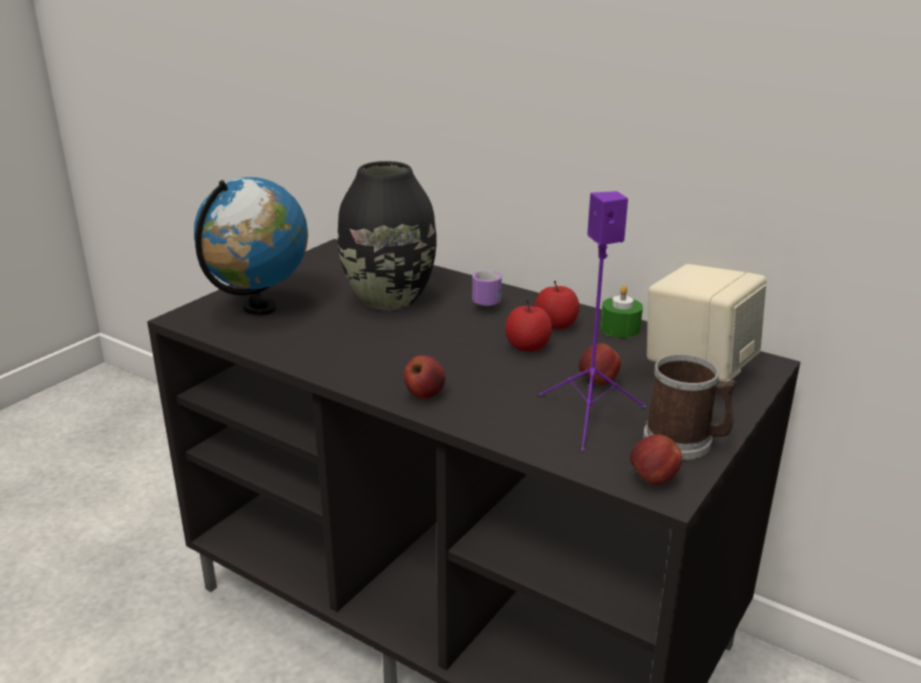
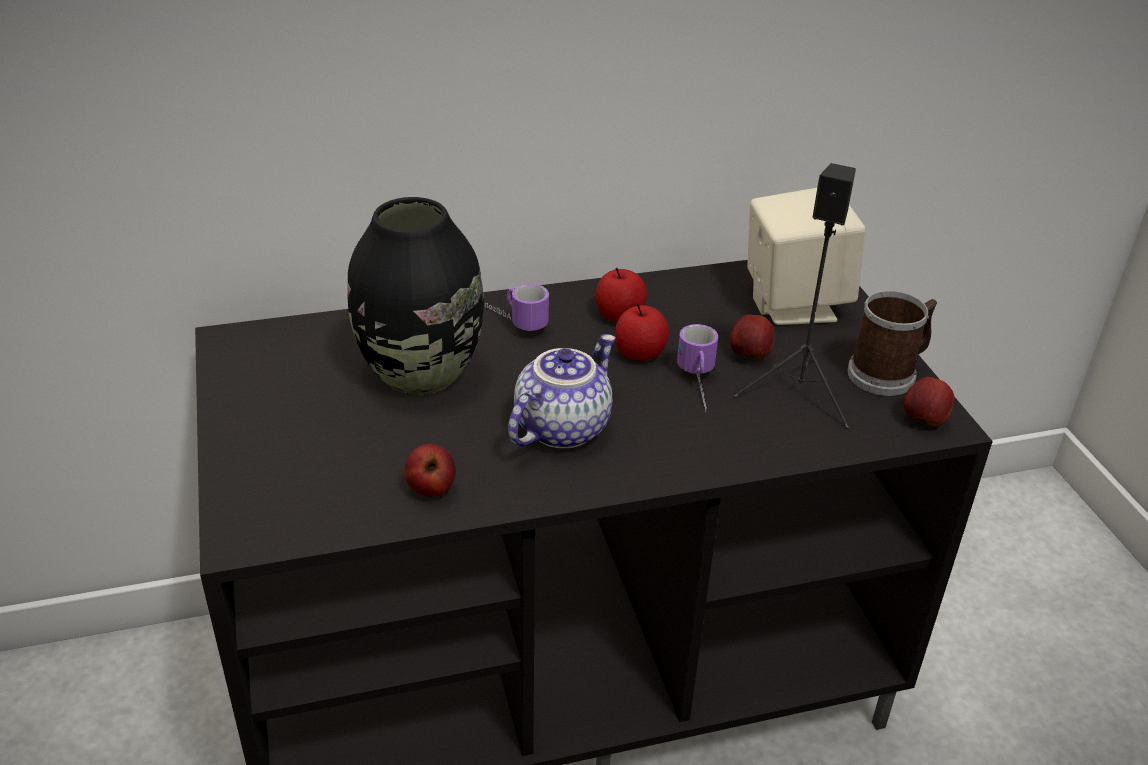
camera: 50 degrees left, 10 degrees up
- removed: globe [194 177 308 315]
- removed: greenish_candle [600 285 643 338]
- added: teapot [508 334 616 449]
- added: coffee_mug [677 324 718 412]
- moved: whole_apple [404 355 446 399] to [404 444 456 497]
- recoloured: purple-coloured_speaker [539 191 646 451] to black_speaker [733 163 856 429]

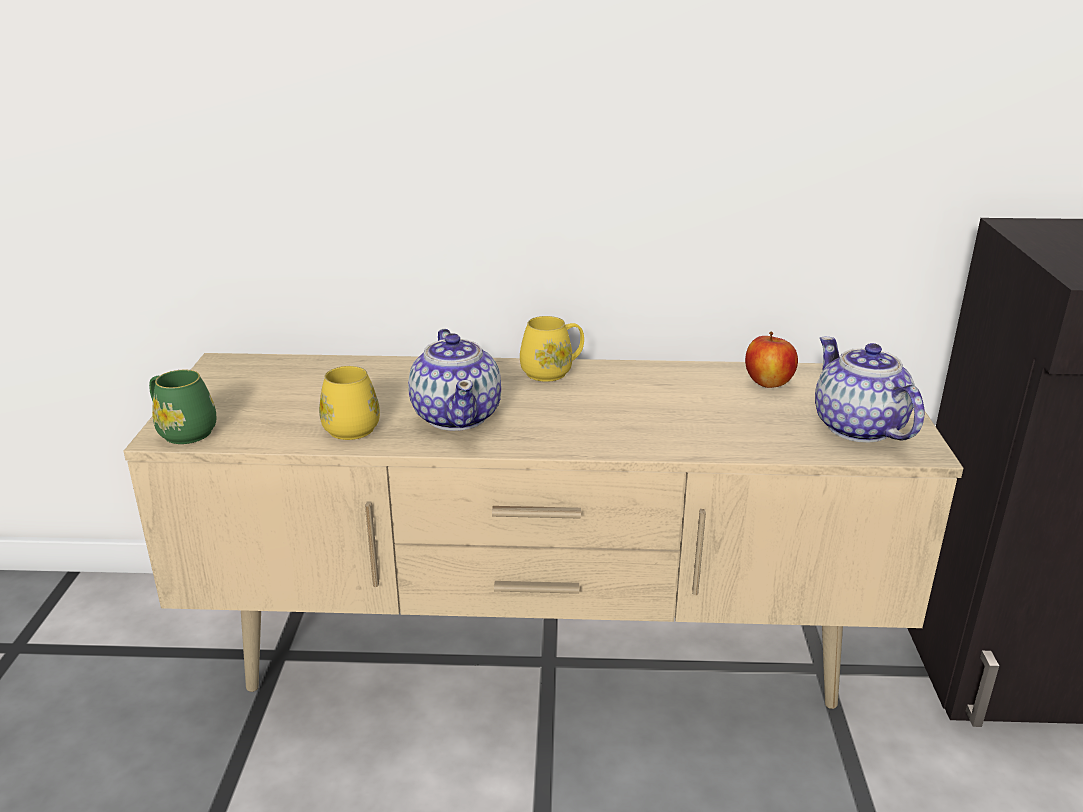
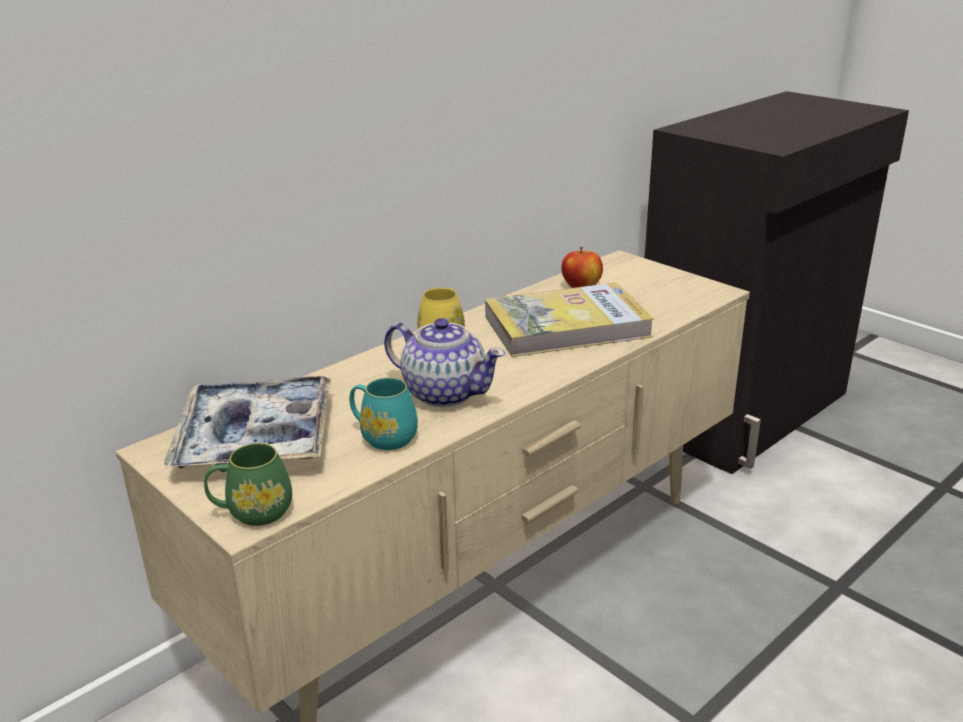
camera: 45 degrees left, 0 degrees up
- removed: teapot [815 337 925 443]
- added: carrying_tray [163 376 331 472]
- added: book [485 283 654 357]
- recoloured: yellow-coloured_coffee_mug [319 366 380 440] to turquoise_coffee_mug [349 377 418 450]

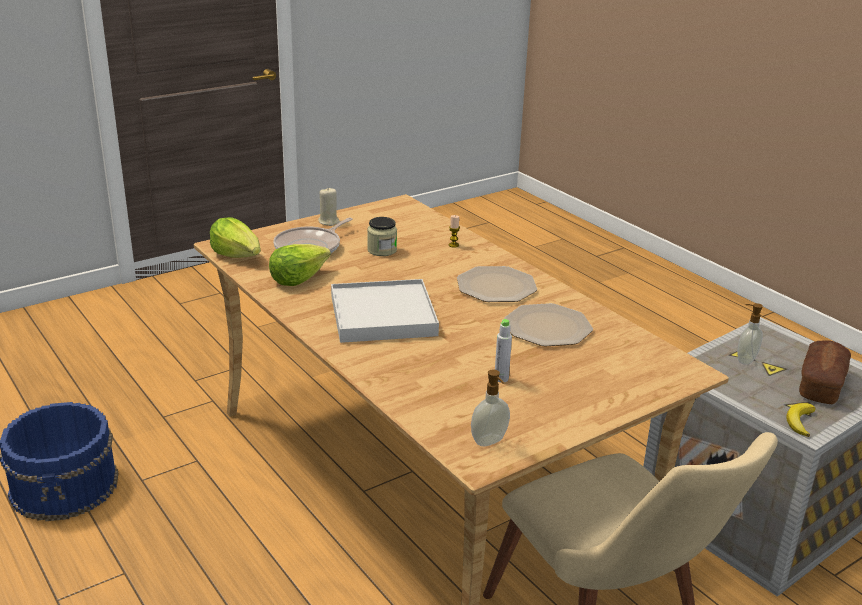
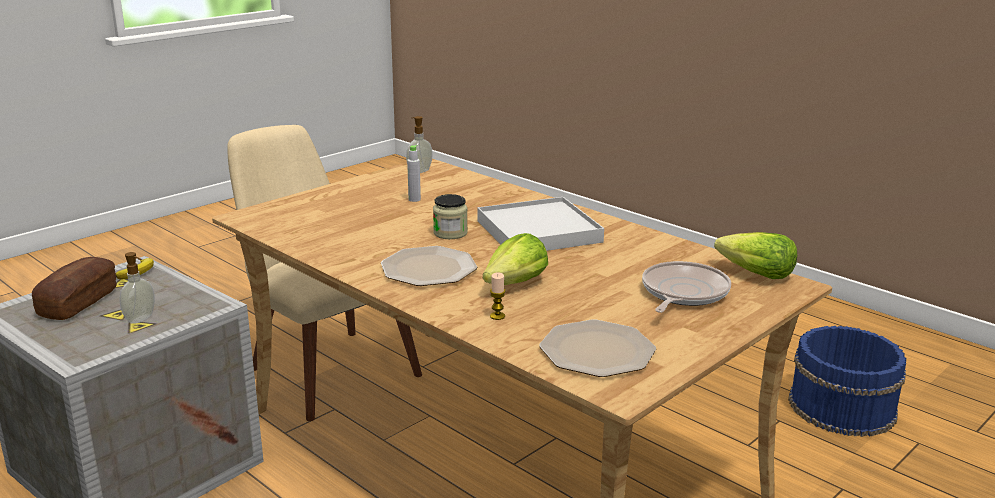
camera: 170 degrees right, 5 degrees down
- removed: beige_candle [318 187 340 226]
- moved: head_of_lettuce [269 244 331 286] to [483 233 548 285]
- moved: storage_jar [367 217 397 256] to [433 194 468 239]
- moved: plate [504 303 593 347] to [539 320 656 377]

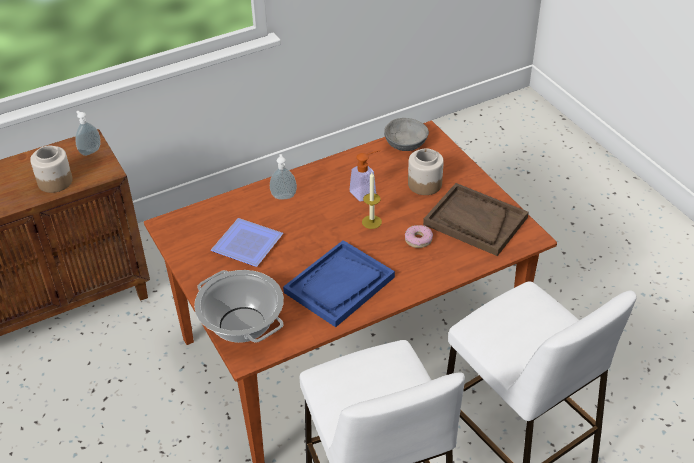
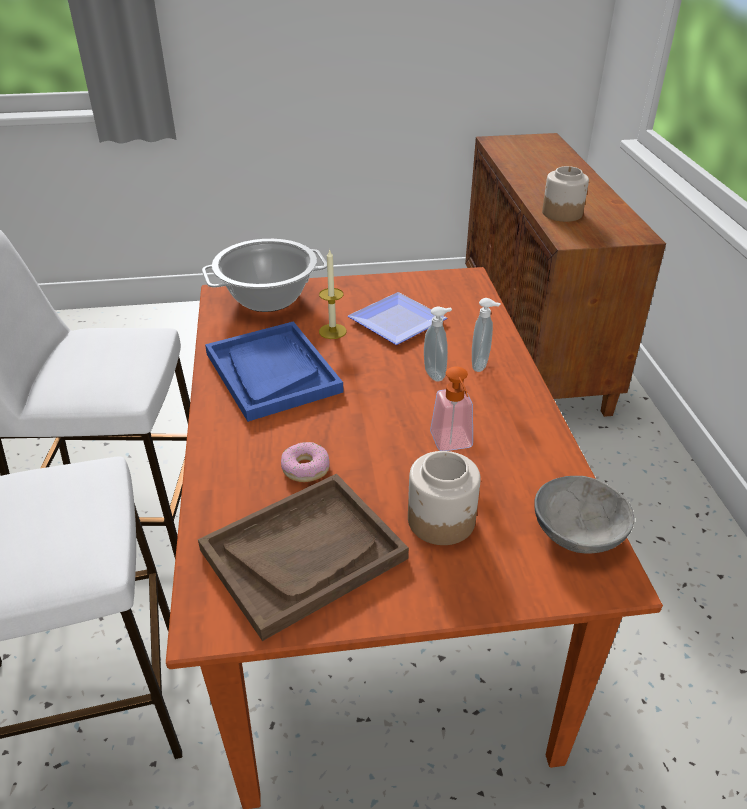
camera: 110 degrees right, 5 degrees down
- moved: soap_dispenser [75 111 100 156] to [424 306 452 382]
- moved: candle [362 173 382 229] to [319 249 347 339]

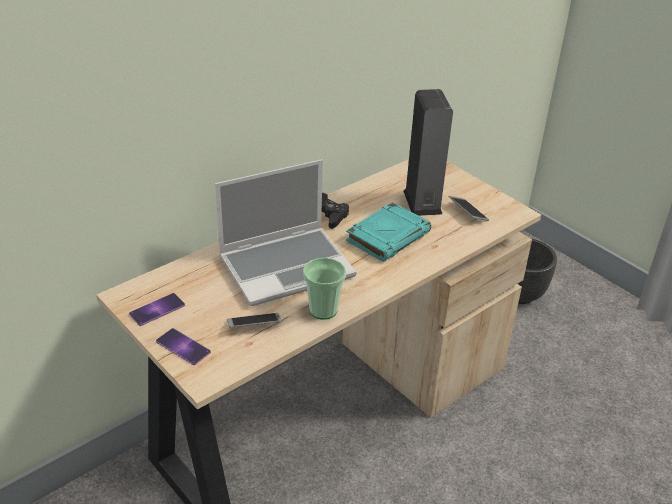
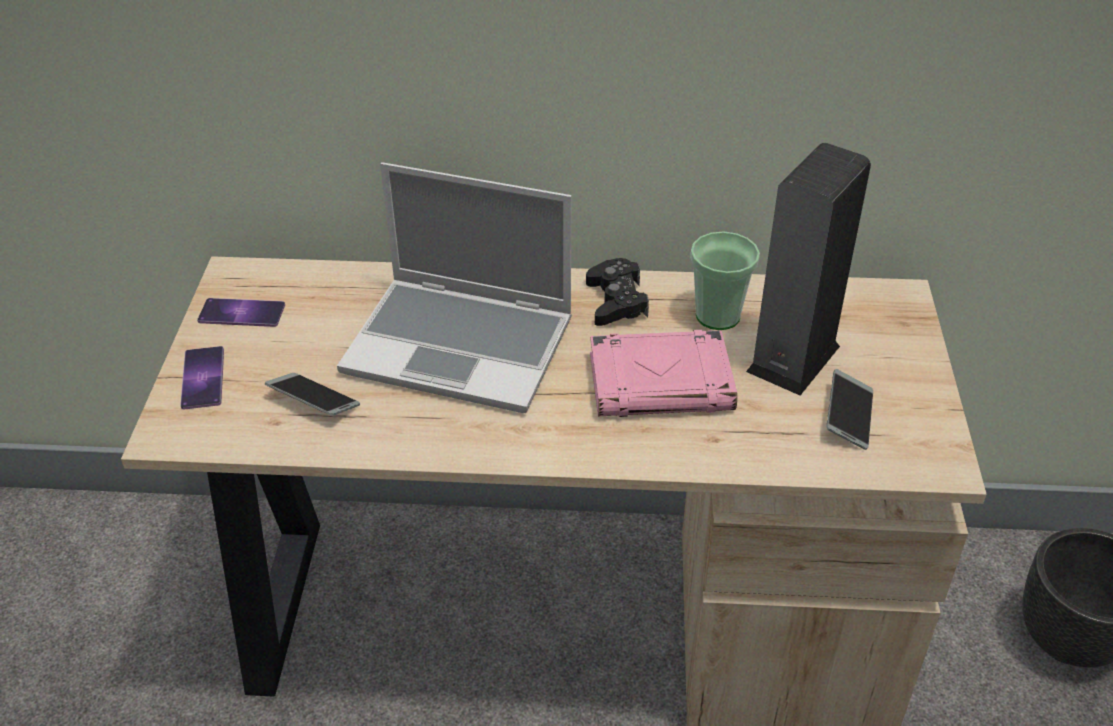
camera: 45 degrees right, 5 degrees up
- moved: cup [303 258 346 320] to [690 231 760 330]
- recoloured: turquoise_book [346 202 431 262] to pinkish_book [590 330 737 417]

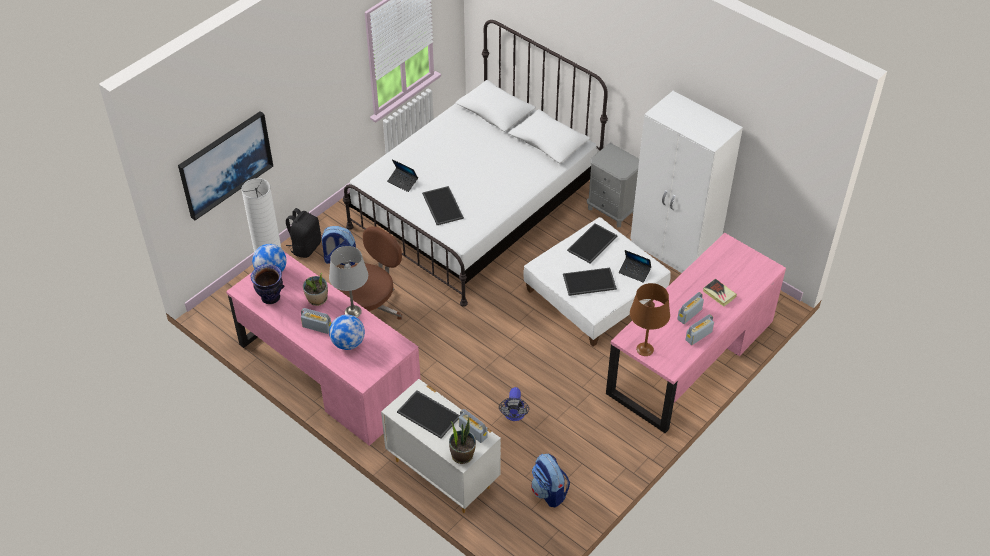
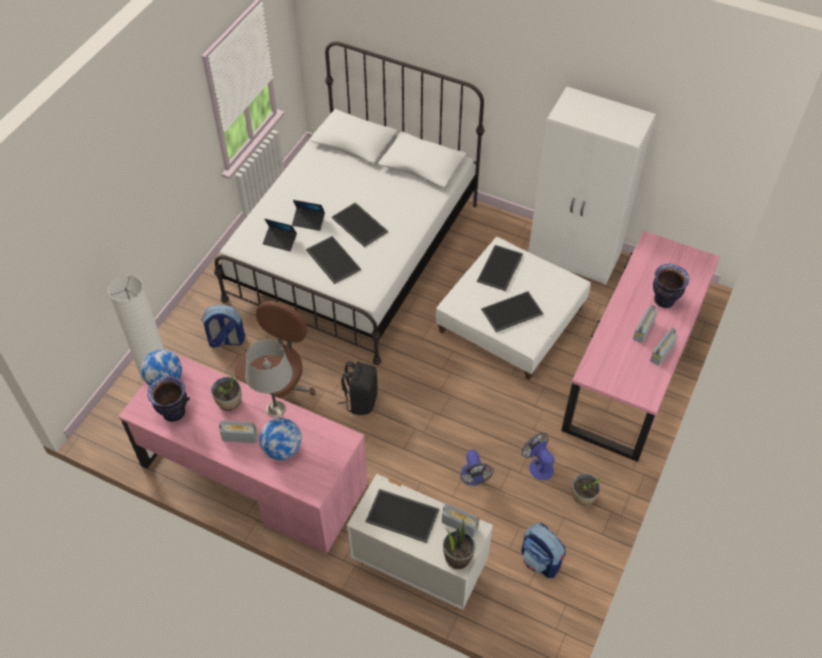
camera: 15 degrees left, 5 degrees up
- removed: wall_picture [178 111 273 220]
- removed: gray_nightstand [587 143 639 227]
- removed: brown-coloured_lamp_for_a_table [630 283 670 356]
- added: carrying_tray [332 202 388 247]
- added: electric_fan [522 433 555 481]
- added: houseplant [572 474 602 506]
- moved: black_rucksack [286 208 321 258] to [338 361 378 415]
- moved: laptop [619 250 651 283] to [292 200 325 231]
- replaced: book [703 278 737 307] to decorative_vase [653 264 689 308]

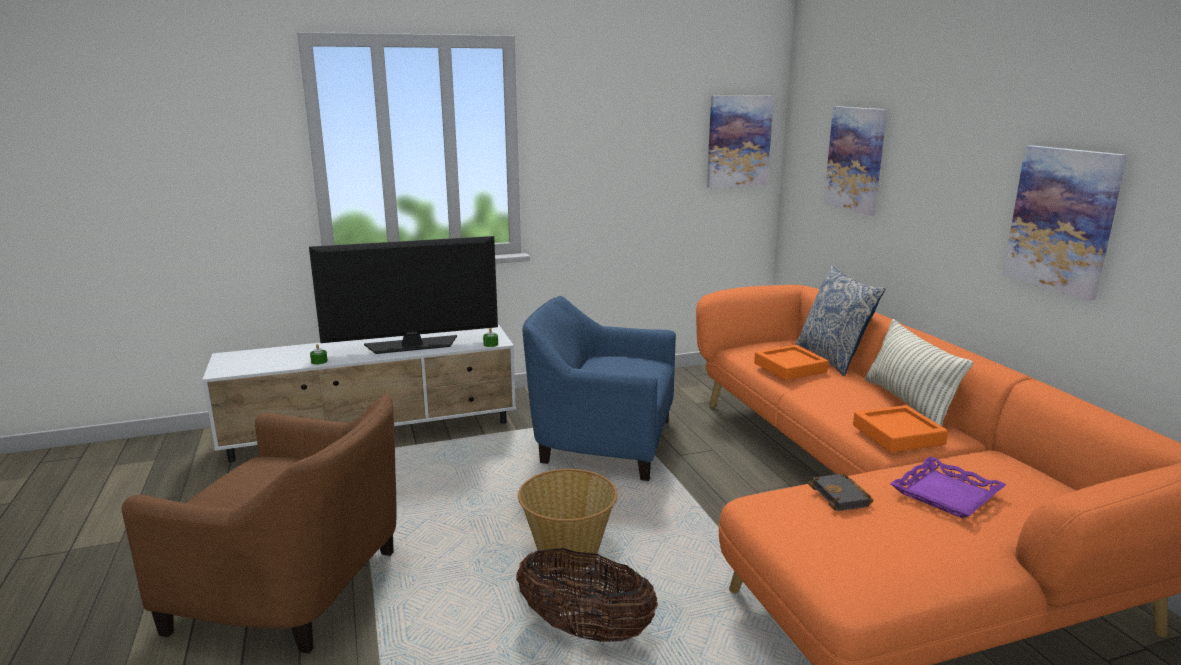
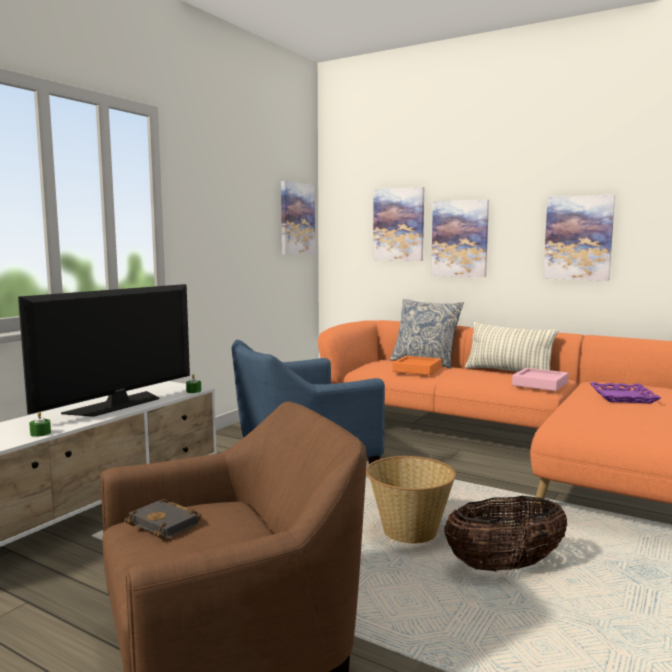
camera: 40 degrees left, 10 degrees down
- added: wall_picture [431 200 489 277]
- moved: black_book [808 474 874 511] to [125 498 202 539]
- recoloured: orange_carrying_tray [853 405 948 452] to pinkish_carrying_tray [512 368 569 391]

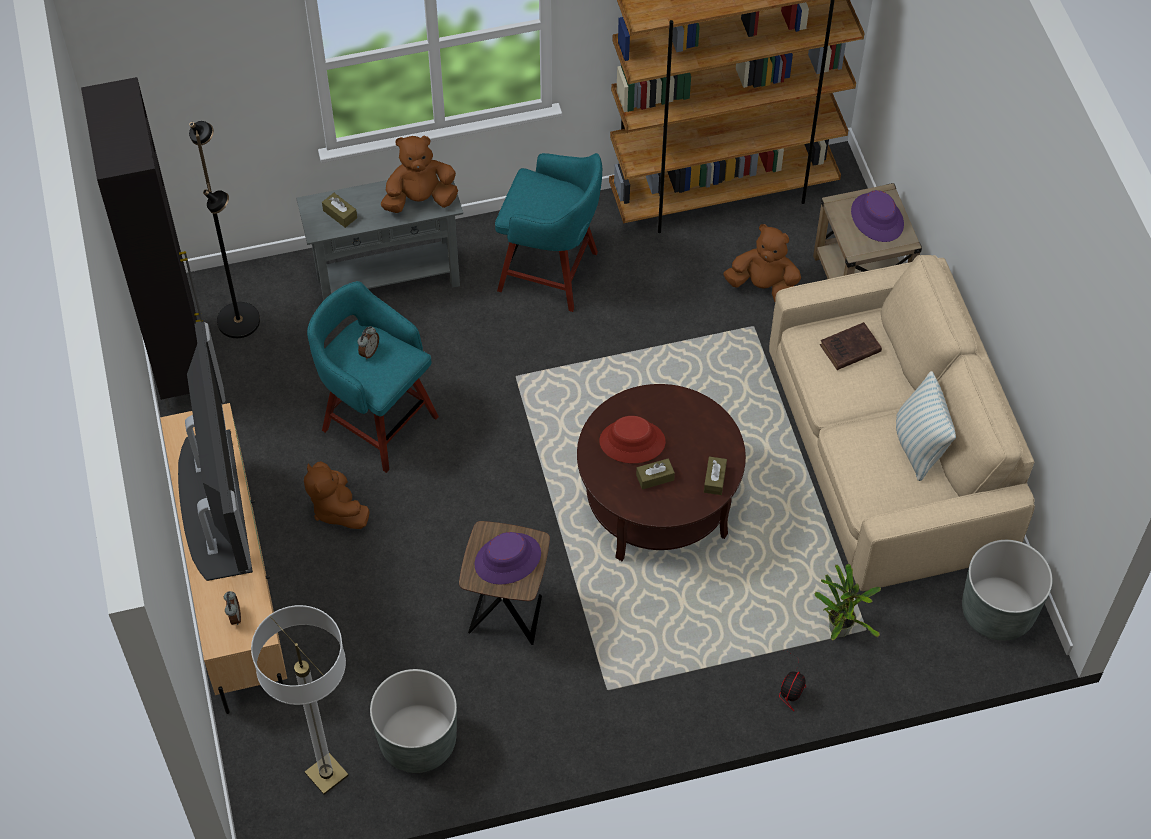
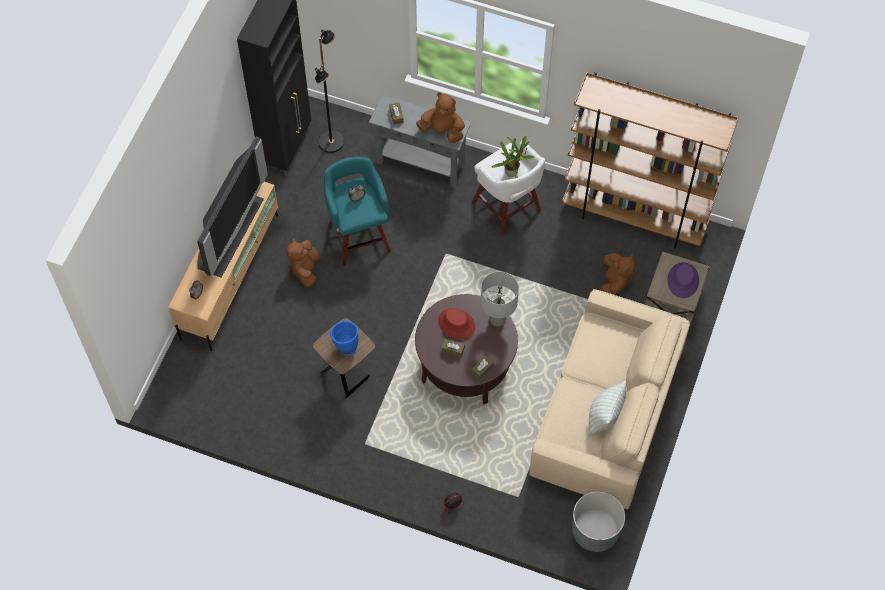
camera: 35 degrees right, 5 degrees up
- removed: floor_lamp [251 605 349 795]
- removed: gray_flower_pot [370 669 457 773]
- removed: brown-coloured_book [820 322 882 370]
- added: gray_lamp_for_a_table [480 271 519 326]
- moved: houseplant [815 564 881 640] to [492 136 534 178]
- replaced: purple-coloured_hat [474 532 541 585] to blue-coloured_decorative_vase [330 321 359 356]
- recoloured: turquoise_stool [495 153 602 312] to whitish_stool [472 141 545 236]
- turned: brown-coloured_soft_toy [723 224 801 302] = [600 253 635 295] 45 degrees clockwise

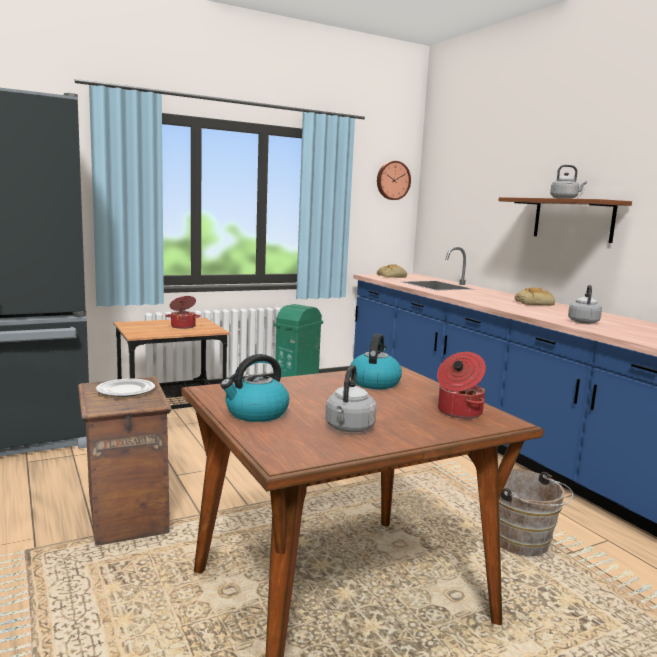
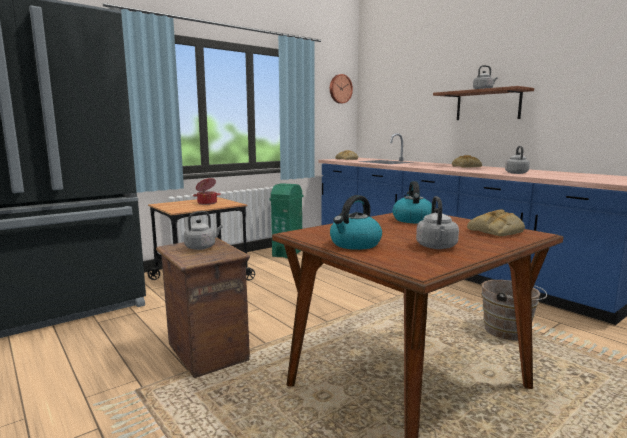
camera: 10 degrees left, 0 degrees up
- replaced: plate [96 379 155 397] to gray_tea_kettle [184 211 223 250]
- replaced: cooking_pot [437 352 486 419] to baked_bread [467 210 525 236]

